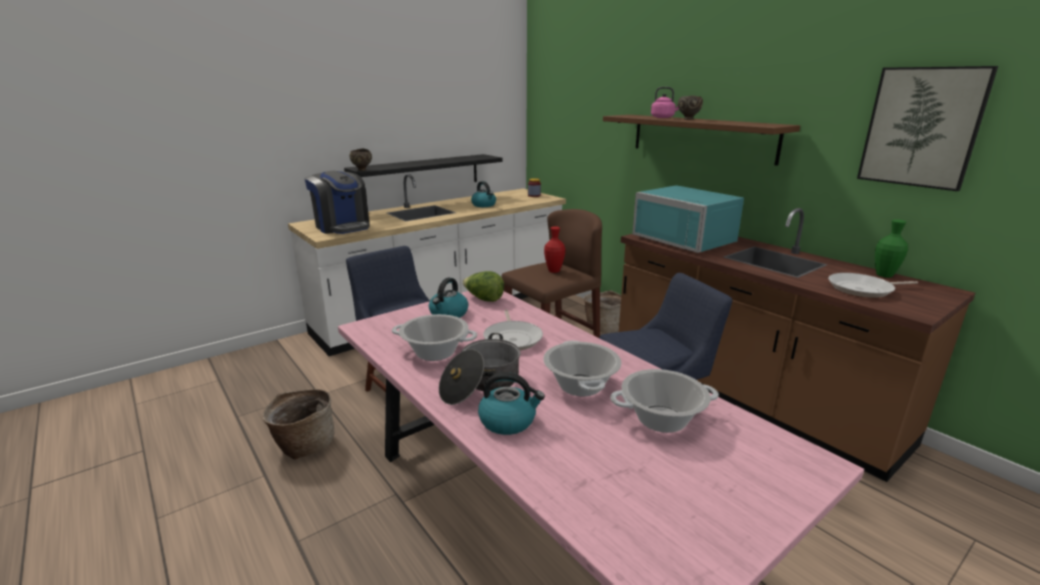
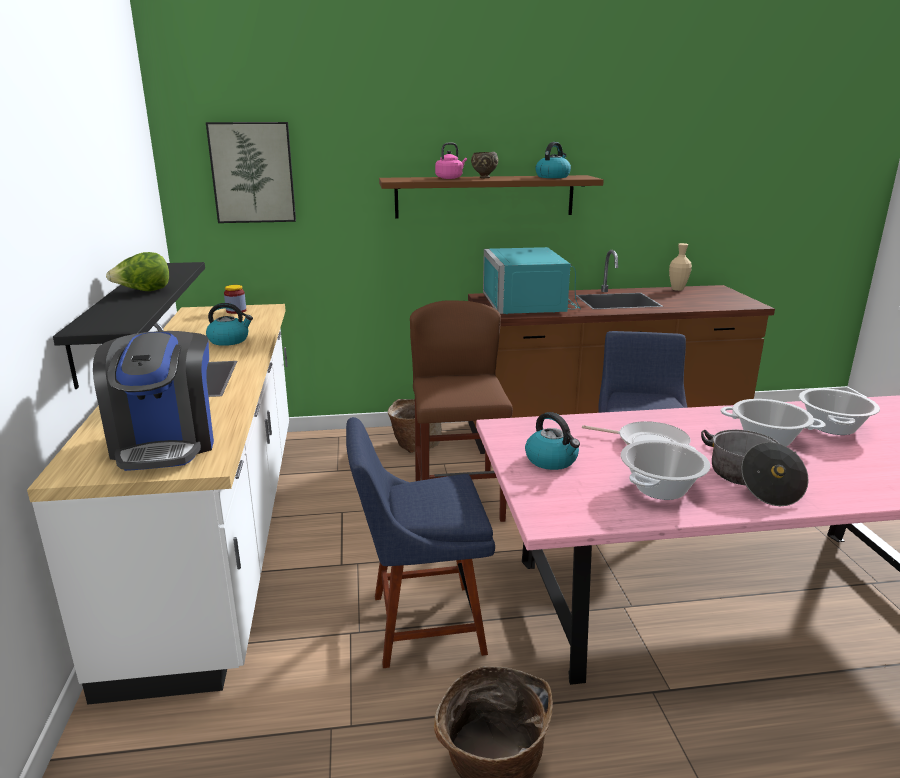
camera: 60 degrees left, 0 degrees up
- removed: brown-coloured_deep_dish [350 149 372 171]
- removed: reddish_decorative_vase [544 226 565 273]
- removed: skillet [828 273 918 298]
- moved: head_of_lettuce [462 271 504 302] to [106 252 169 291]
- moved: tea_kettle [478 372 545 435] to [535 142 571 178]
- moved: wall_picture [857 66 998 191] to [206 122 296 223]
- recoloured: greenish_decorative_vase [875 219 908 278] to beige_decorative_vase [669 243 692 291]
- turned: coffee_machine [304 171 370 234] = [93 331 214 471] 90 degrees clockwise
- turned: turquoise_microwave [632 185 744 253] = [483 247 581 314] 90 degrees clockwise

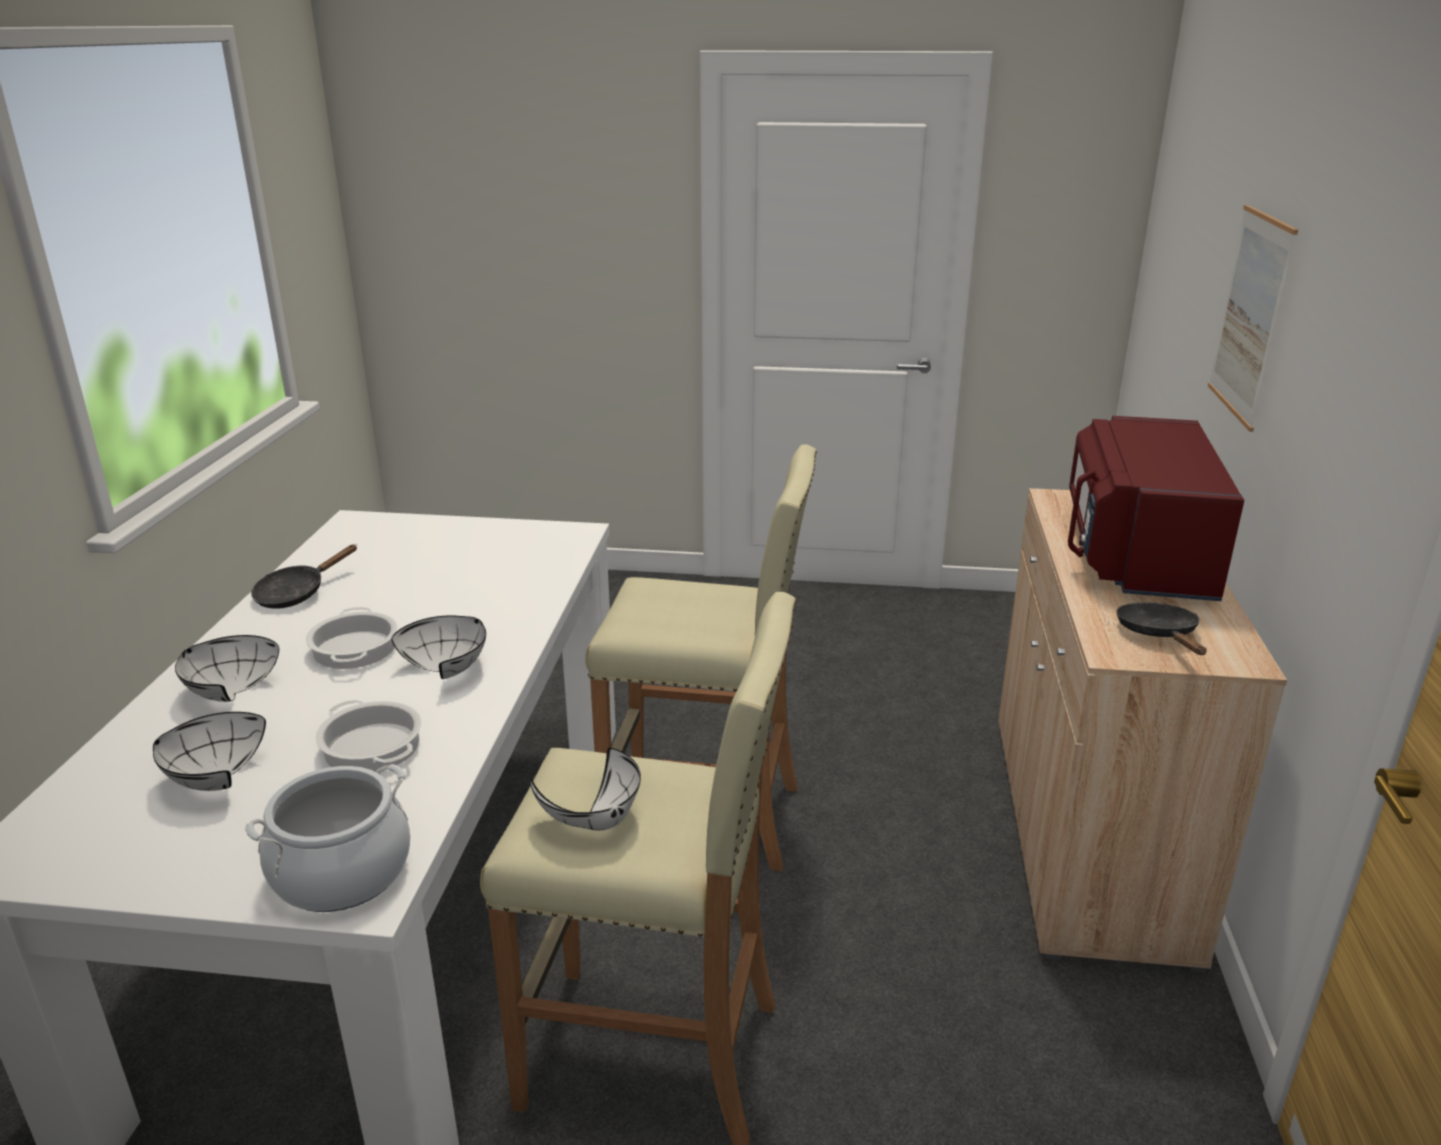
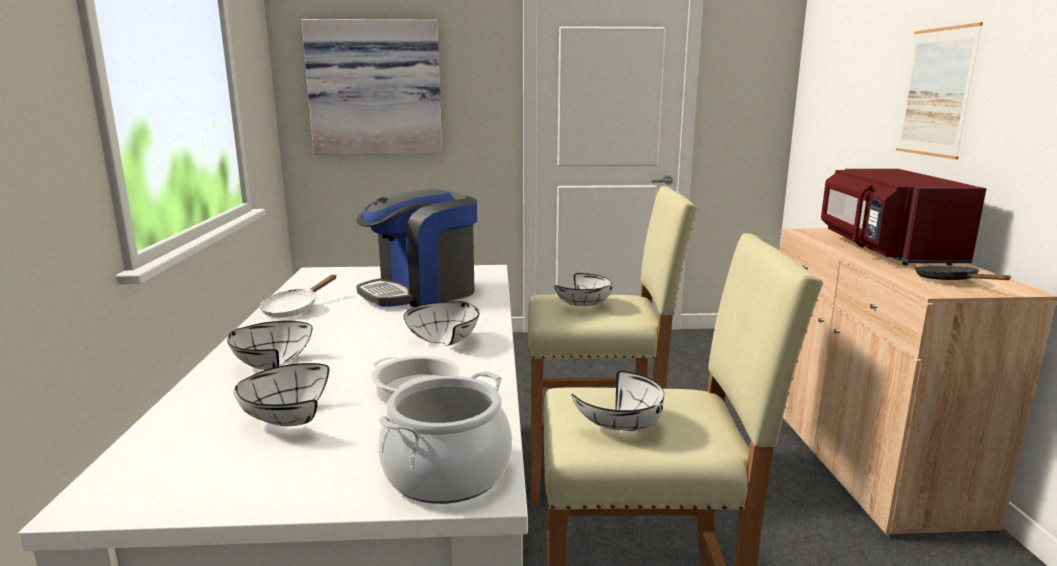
camera: 10 degrees left, 10 degrees down
- removed: cooking_pot [306 607 398 669]
- added: wall_picture [302 19 442 154]
- added: coffee_machine [356 189 477 307]
- added: whitish_deep_dish [554 273 612 306]
- recoloured: black_skillet [251 544 357 609] to whitish_skillet [260 275 336 318]

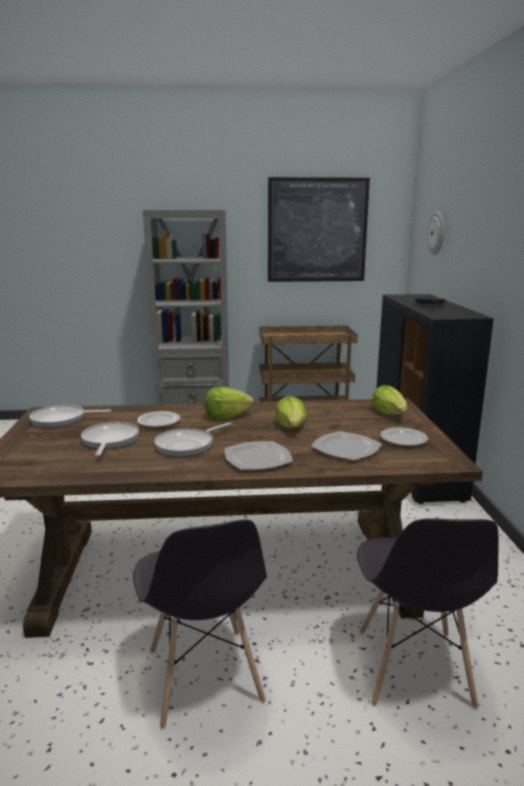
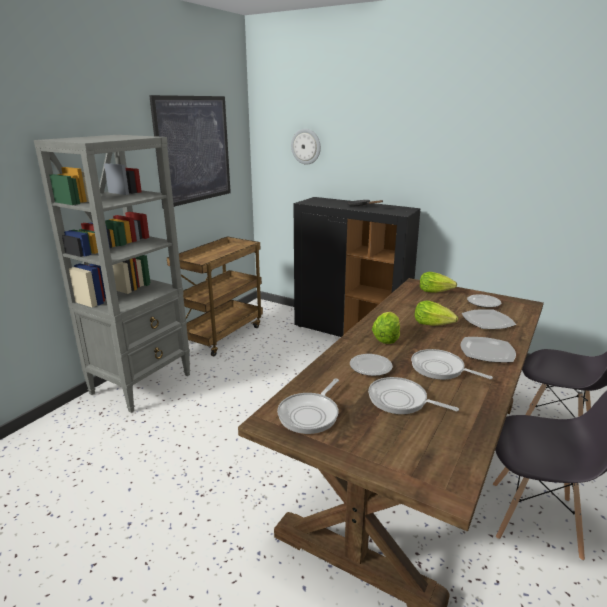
camera: 55 degrees left, 5 degrees up
- turned: skillet [154 422 231 457] = [411 349 493 380] 135 degrees clockwise

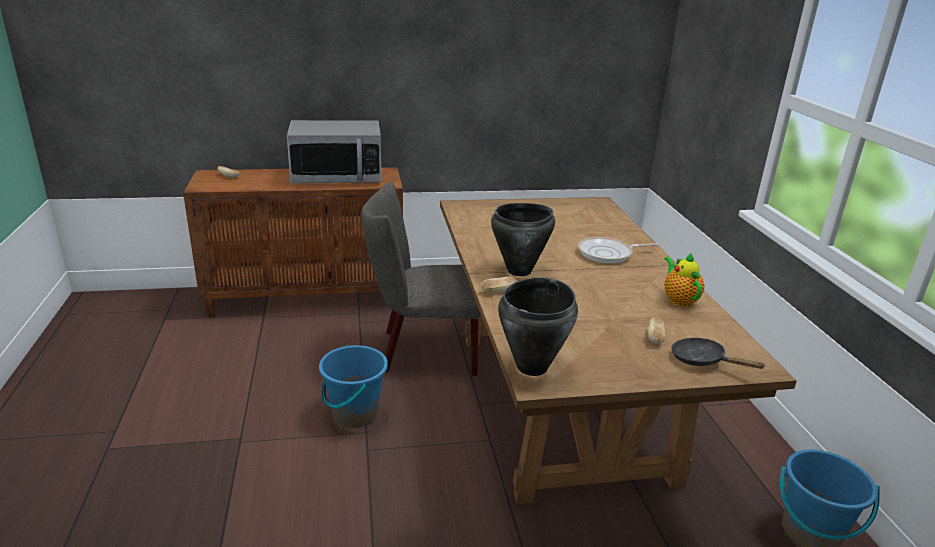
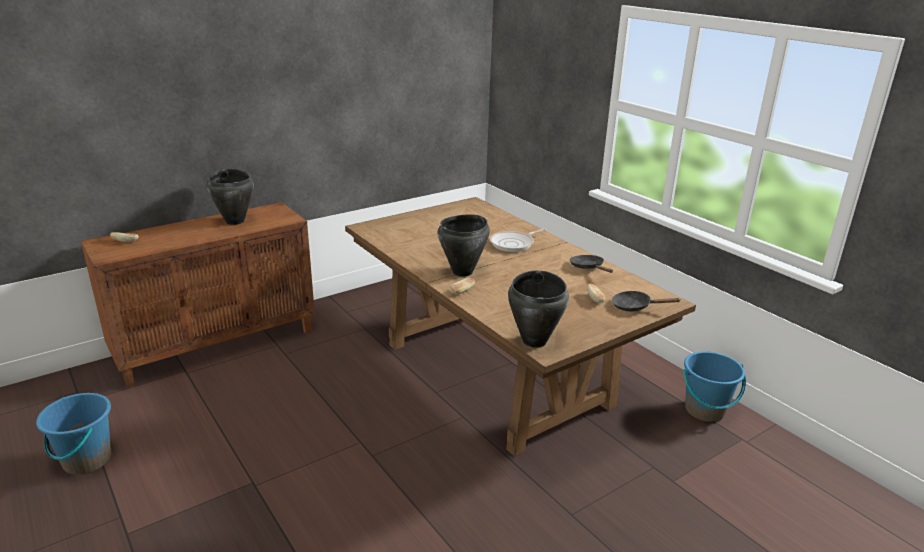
camera: 25 degrees left, 0 degrees up
- removed: gray_chair [361 181 481 376]
- moved: blue-coloured_pail [319 345 388 428] to [36 393 111 475]
- replaced: microwave [287 120 381 183] to black_cooking_pot [207 169 254 225]
- replaced: teapot [664 252 704 307] to black_skillet [570 255 613 273]

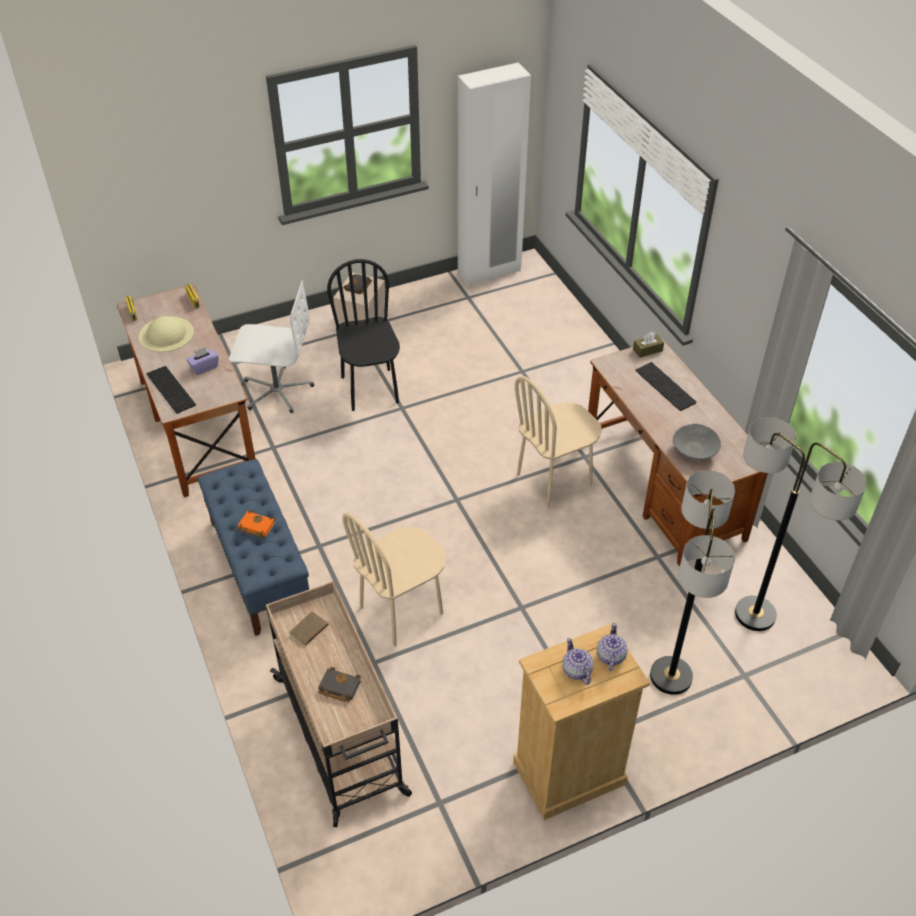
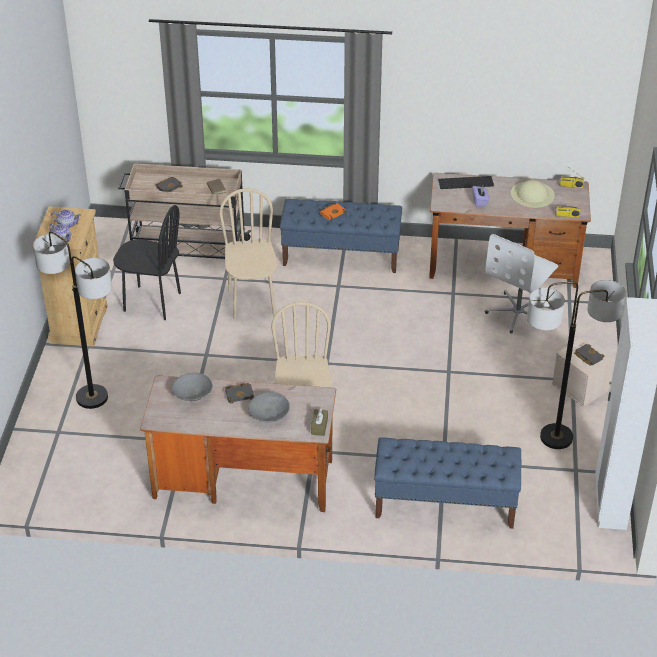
camera: 120 degrees right, 5 degrees down
- added: black_book [225 383 254 403]
- added: blue-coloured_long_seat [374 437 521 529]
- moved: black_chair [327 259 400 411] to [113 205 181 320]
- moved: floor_lamp [735 417 867 631] to [527 280 626 449]
- replaced: computer_keyboard [635 362 697 411] to gray_deep_dish [248 392 290 423]

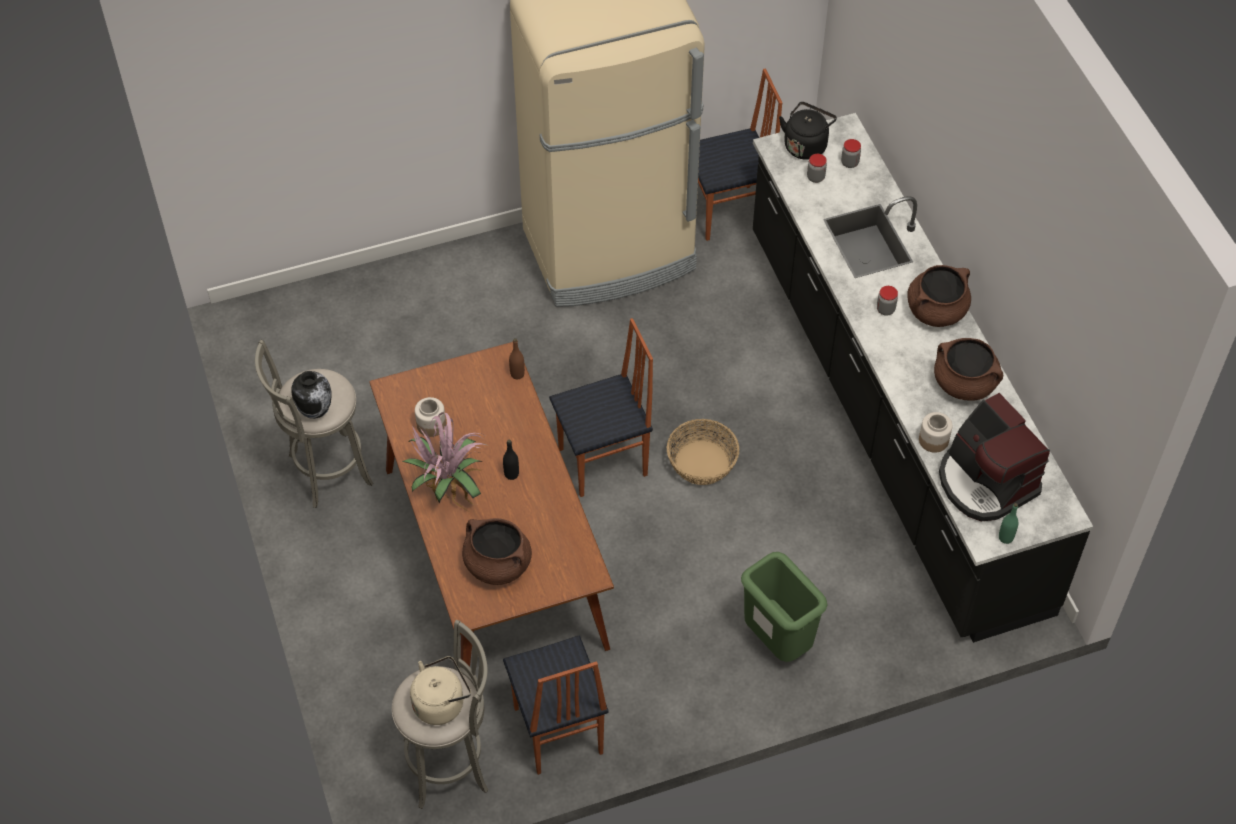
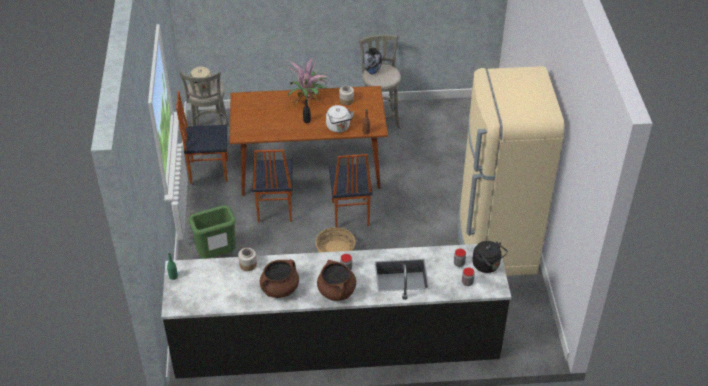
camera: 105 degrees right, 10 degrees down
- removed: brown-coloured_cooking_pot [462 518 532 585]
- removed: coffee_machine [939 393 1050 522]
- added: whitish_tea_kettle [326 105 354 132]
- moved: chair [698 69 782 241] to [252 149 293 223]

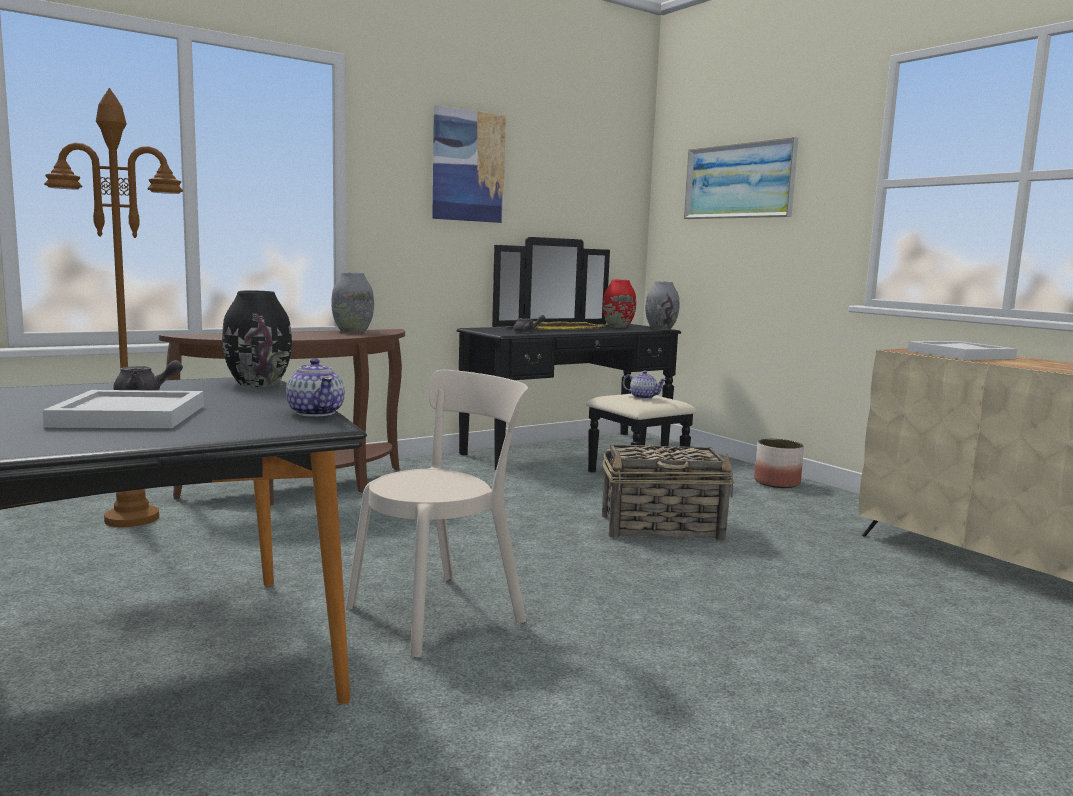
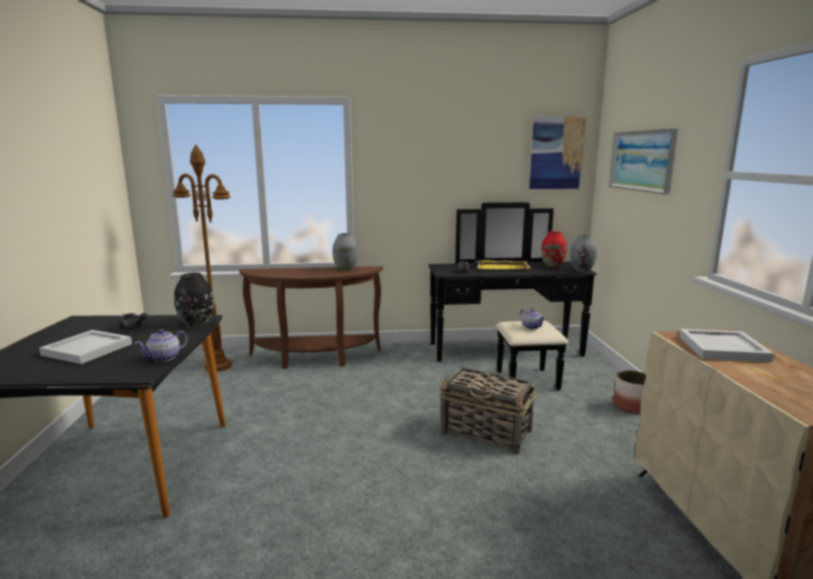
camera: 30 degrees right, 5 degrees up
- removed: beige_chair [346 370 528 658]
- moved: wall_picture [432 105 506 223] to [529 117 586 189]
- turned: teapot [286 358 345 417] = [134 329 188 362] 45 degrees clockwise

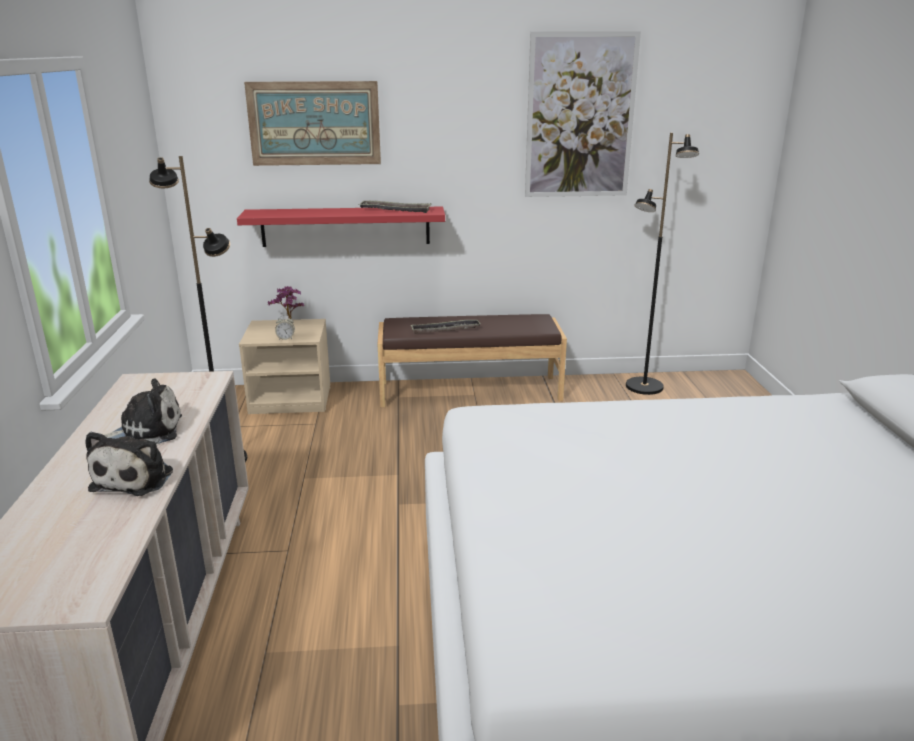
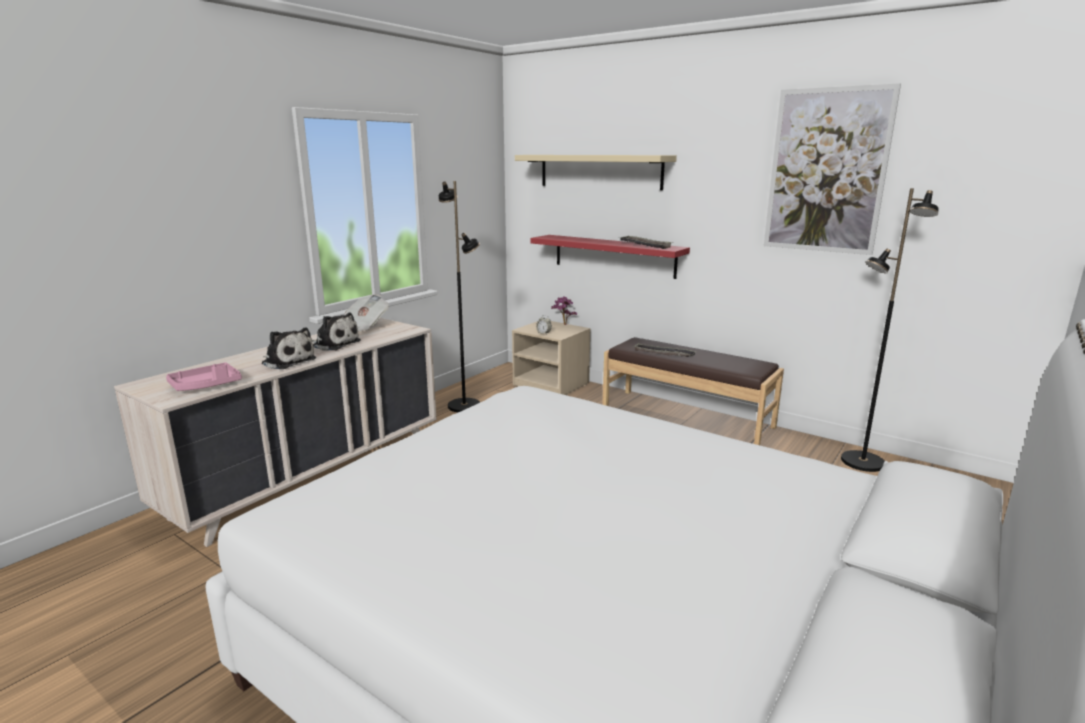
camera: 40 degrees right, 5 degrees down
- added: pinkish_carrying_tray [166 362 242 391]
- added: printed_paper [345 294 389 331]
- replaced: wall_picture [244 81 381 166] to beige_shelf [515 155 677 190]
- turned: soft_toy [85 431 173 496] = [262 327 316 369] 105 degrees counterclockwise

